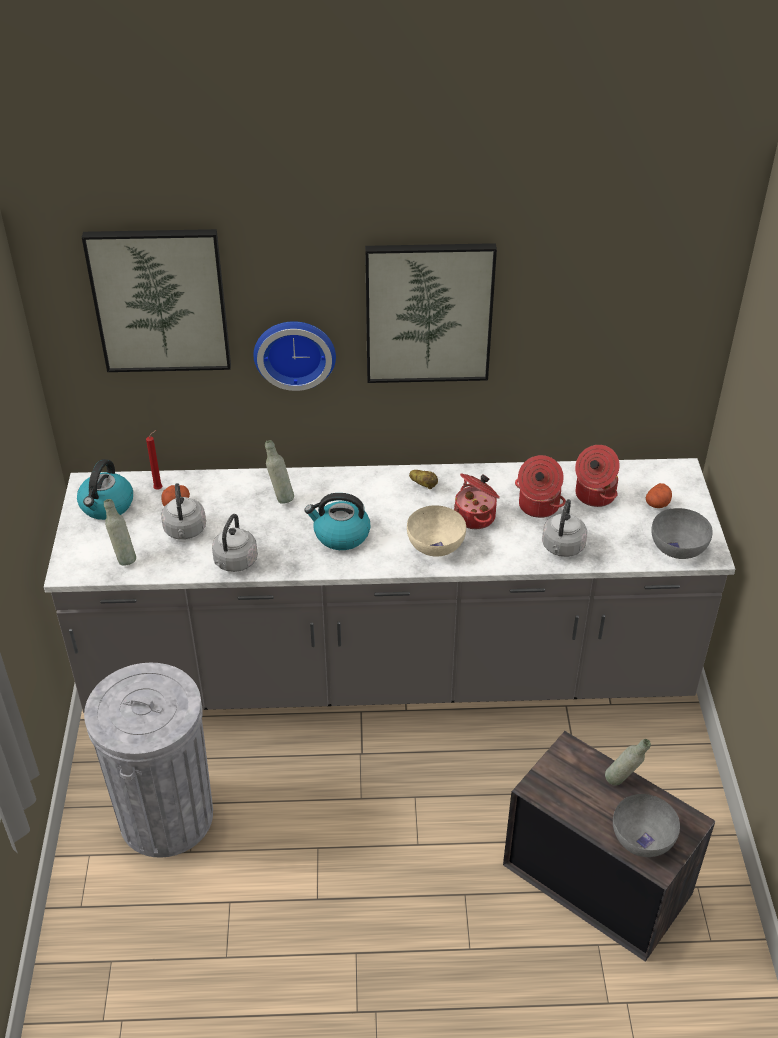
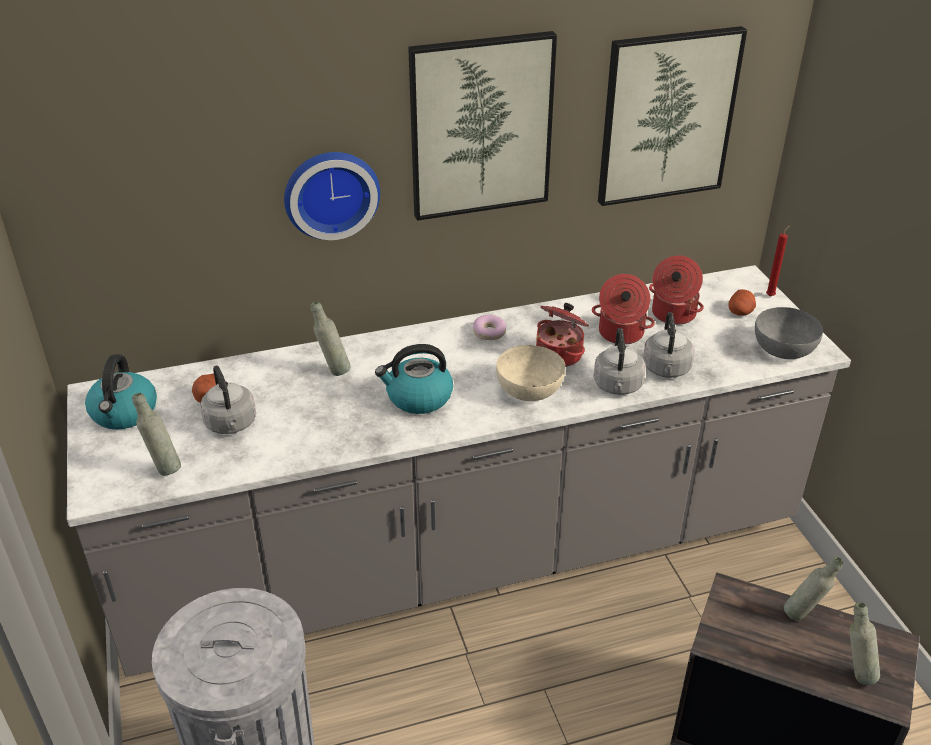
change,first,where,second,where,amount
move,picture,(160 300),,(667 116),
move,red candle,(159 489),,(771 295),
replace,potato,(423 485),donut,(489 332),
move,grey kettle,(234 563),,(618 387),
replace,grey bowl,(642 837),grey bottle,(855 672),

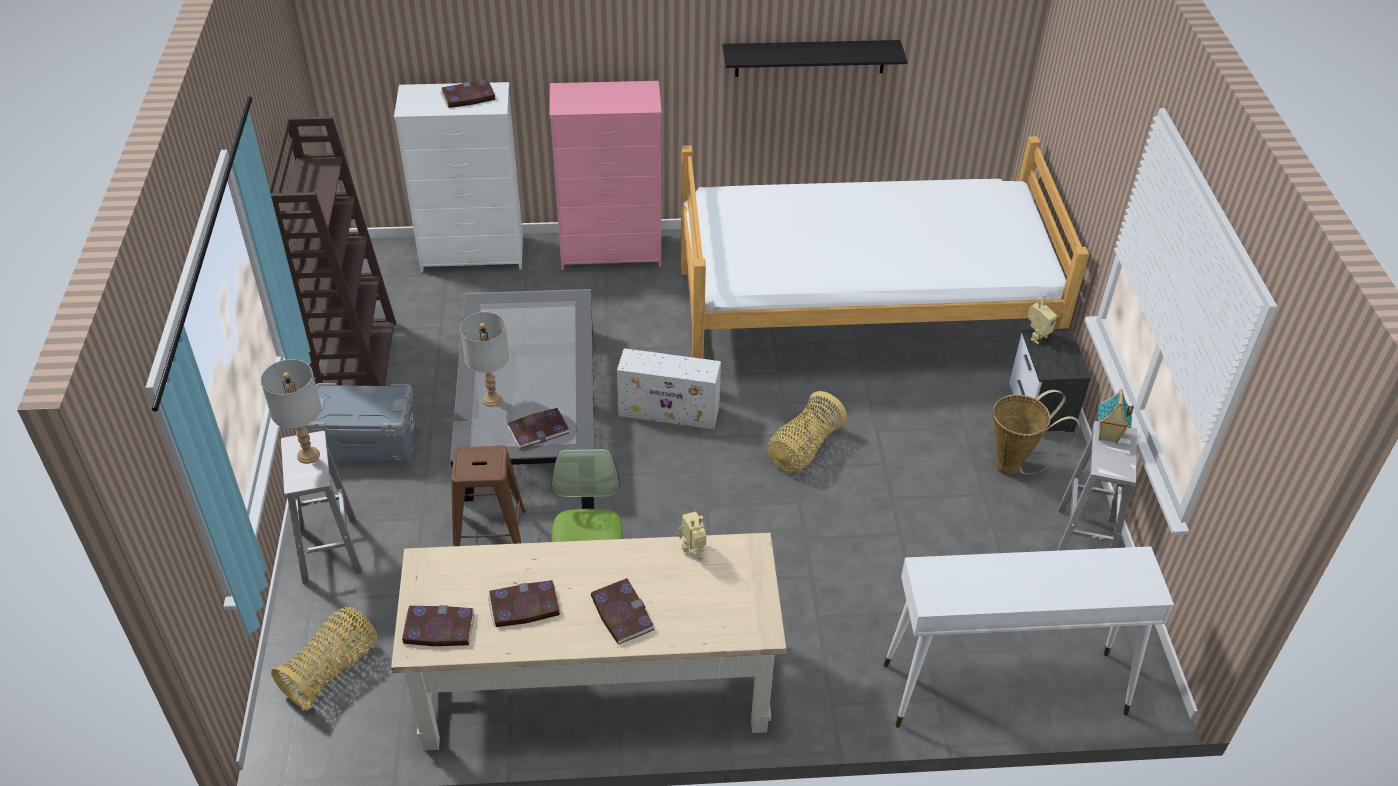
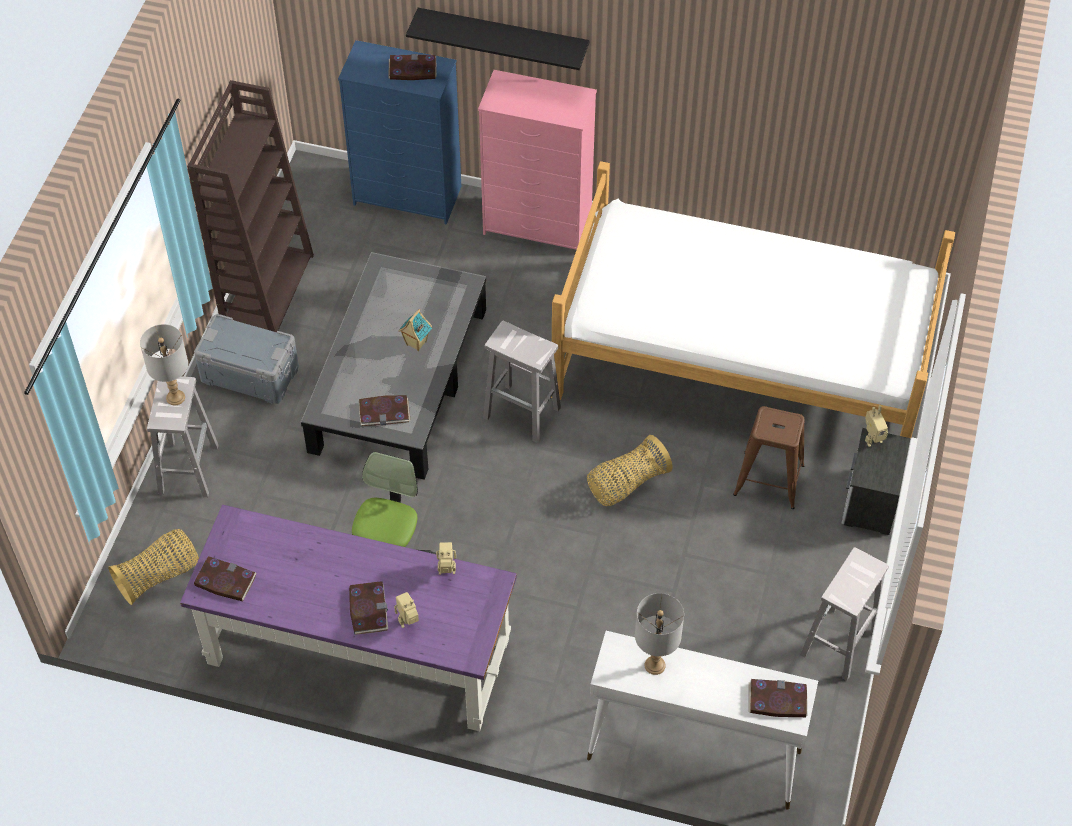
change,first,where,second,where,amount
move,black shelf,(810 58),,(503 37),
recolor,white dresser,(473 254),blue dresser,(408 196),
move,grey table lamp,(492 399),,(654 665),
replace,white storage box,(670 411),white stool,(523 413),
move,toy house,(1108 436),,(415 343),
delete,basket,(1014 466),,,
move,brown stool,(490 535),,(769 480),
recolor,beige desk,(594 687),purple desk,(357 652),
move,book,(524 606),,(777 700),
insert,,,toy robot,(409 623),

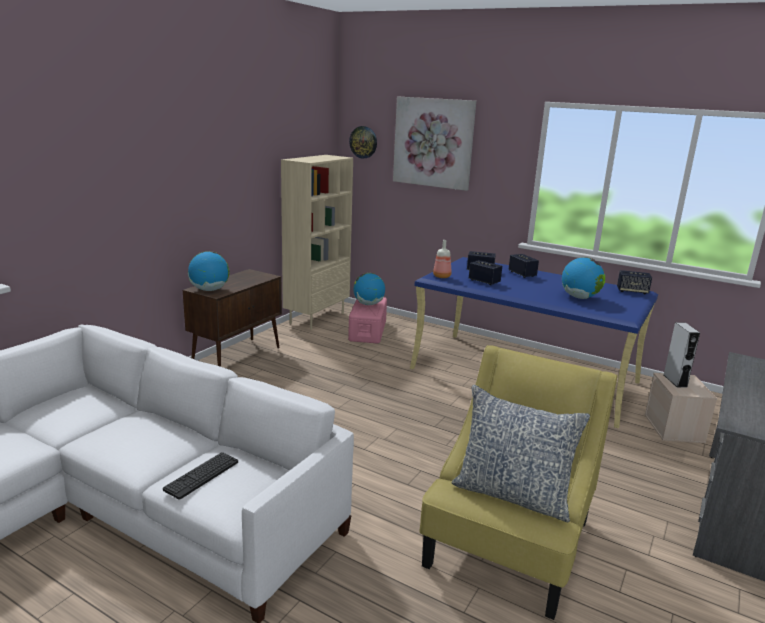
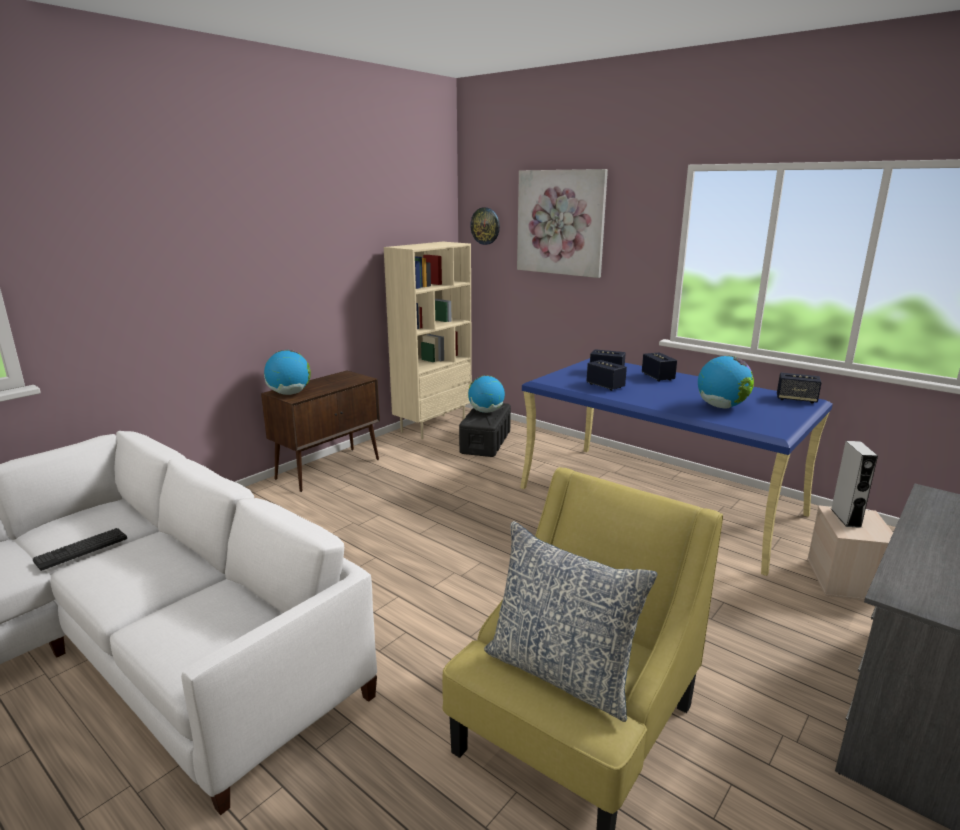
change,first,where,second,where,amount
delete,bottle,(442 276),,,
recolor,pink storage box,(367 331),black storage box,(485 442),
move,keyboard,(202 475),,(81 549),

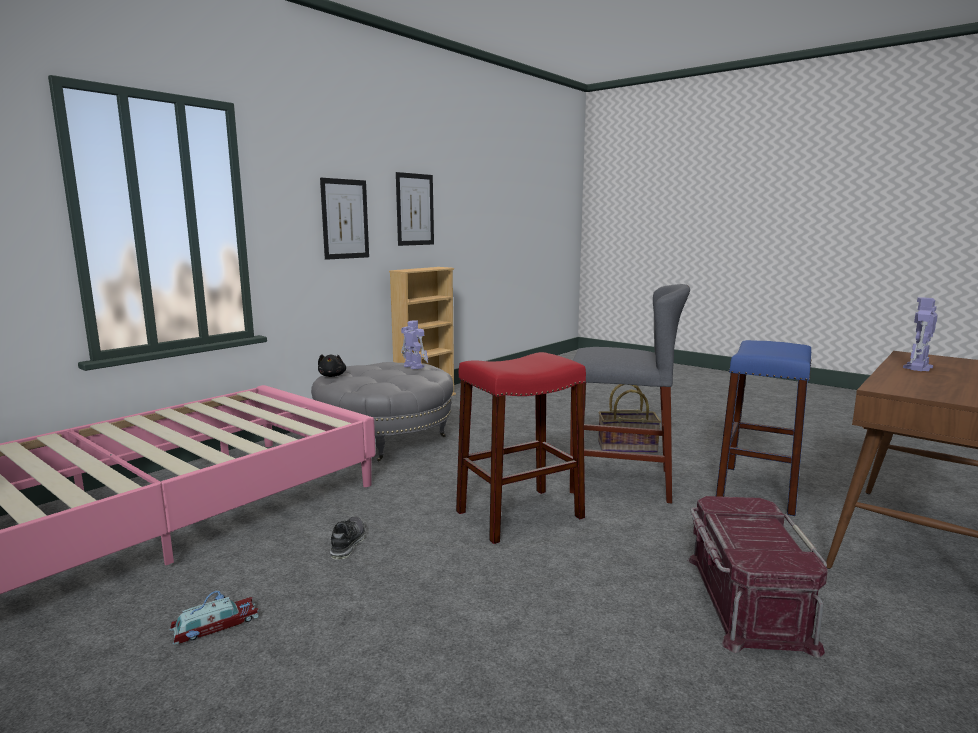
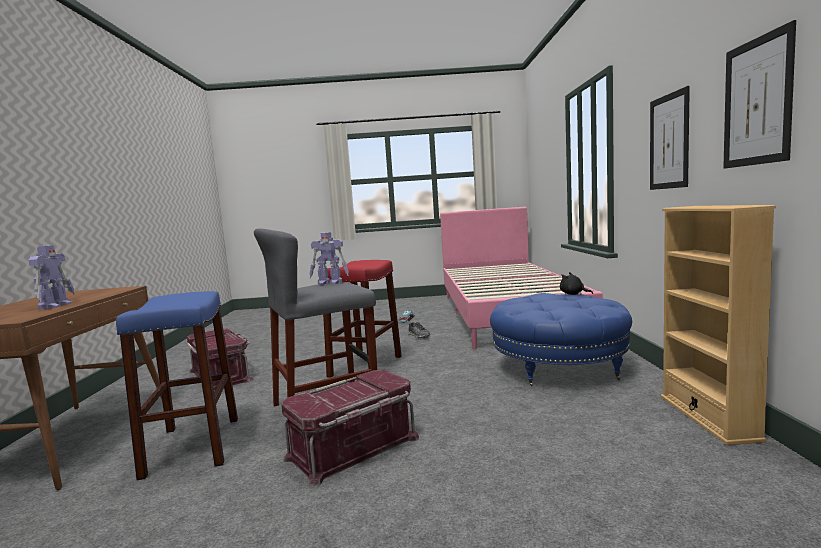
change,first,where,second,where,amount
move,toy robot,(413 366),,(330 283),
recolor,grey ottoman,(385 439),blue ottoman,(559 367),
replace,basket,(627 447),red storage box,(354 448),

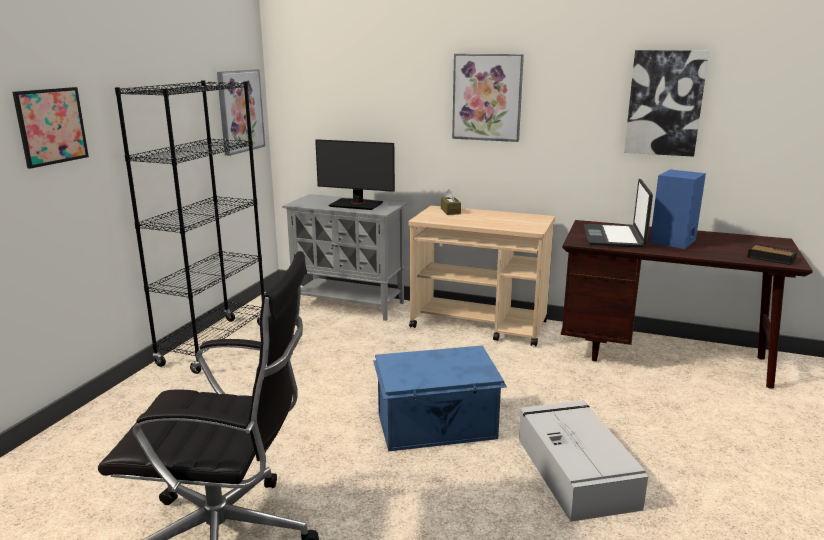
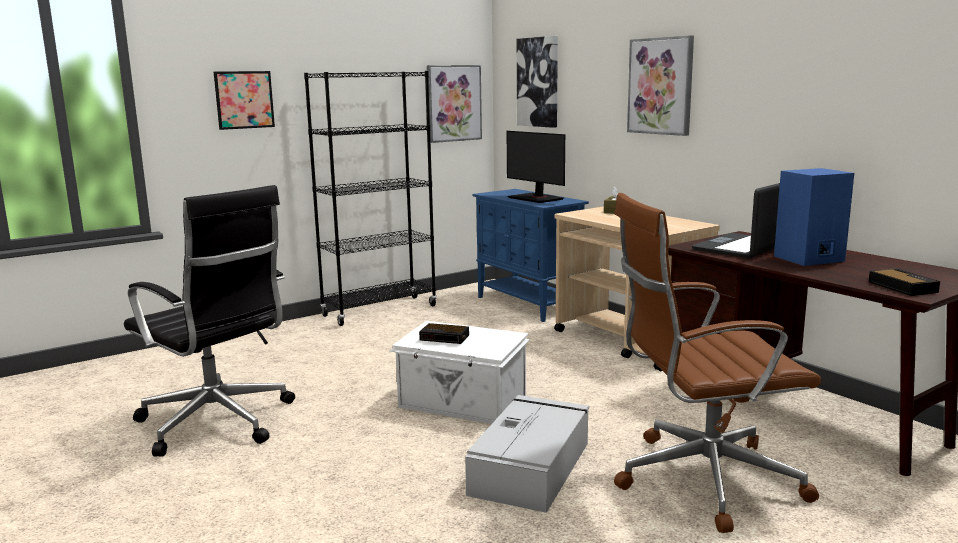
change,first,where,second,where,amount
move,picture,(664 103),,(538 82),
recolor,grey cabinet,(350 305),blue cabinet,(529 304),
recolor,blue storage box,(437 427),white storage box,(462 403),
insert,,,brown office chair,(702 479),
insert,,,alarm clock,(445 337),

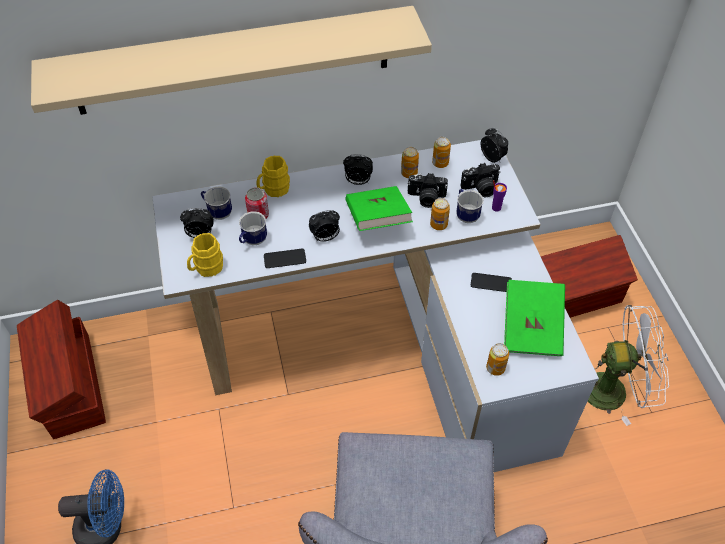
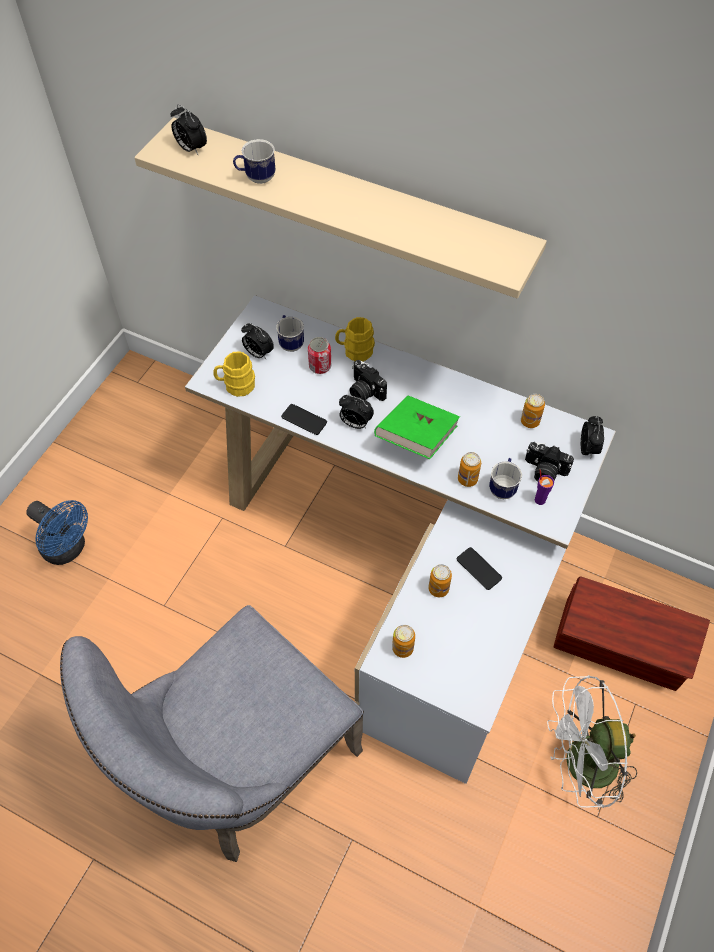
change,first,where,second,where,amount
move,can,(409 173),,(438 589),
move,alarm clock,(358 182),,(191 149),
move,photo camera,(426 198),,(364 391),
move,mug,(252 241),,(256 178),
delete,green book,(531 328),,,
delete,brown storage box,(70 386),,,
rotate,white fan,(614 389),,(580 766),135 degrees clockwise

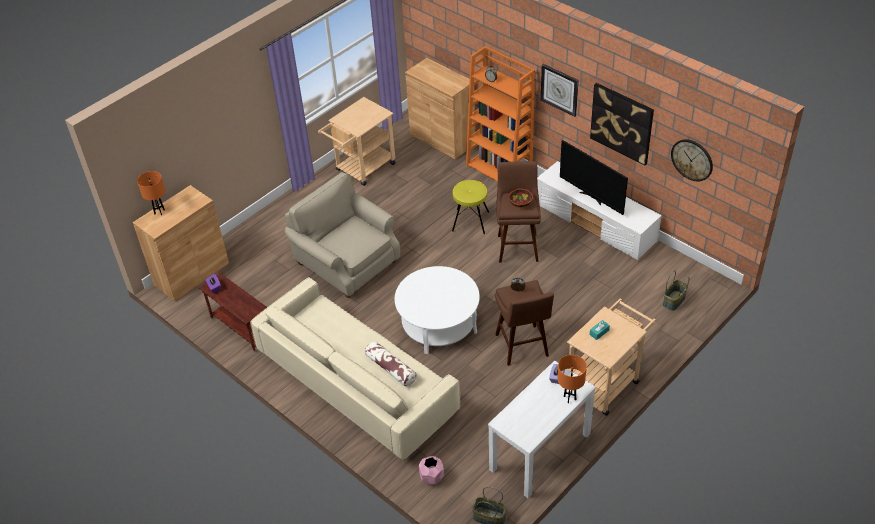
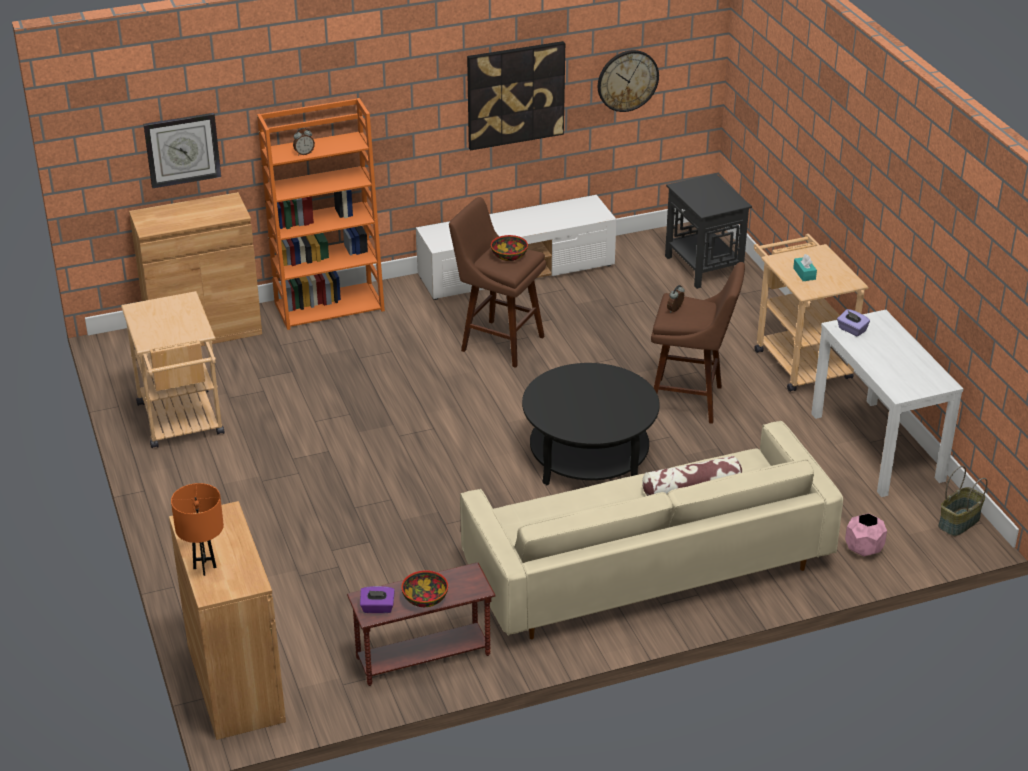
change,first,where,second,where,amount
move,wall clock,(559 89),,(182 149),
delete,television,(592 197),,,
delete,beige armchair,(346 263),,,
delete,yellow stool,(470 221),,,
recolor,white coffee table,(438 324),black coffee table,(589 456),
replace,basket,(674 301),black side table,(703 267),
delete,orange table lamp,(570 398),,,
insert,,,bowl,(425 599),

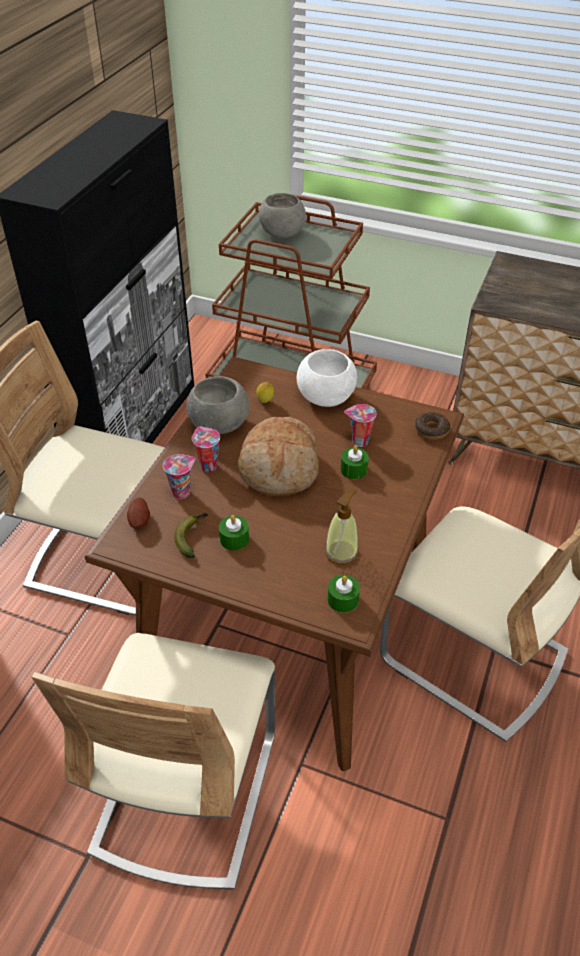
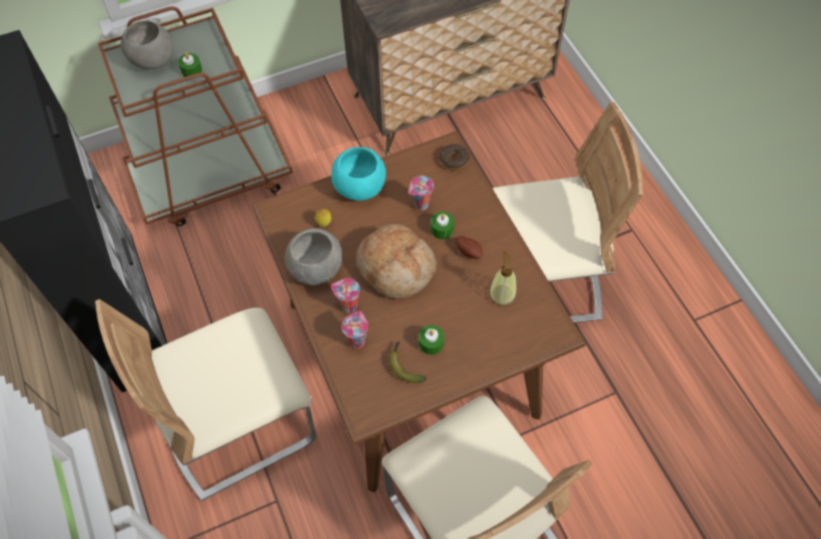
change,first,where,second,where,amount
recolor,white bowl,(326 397),turquoise bowl,(359 186),
move,potato,(140 520),,(469 251),
move,green candle,(343 599),,(191 70),

